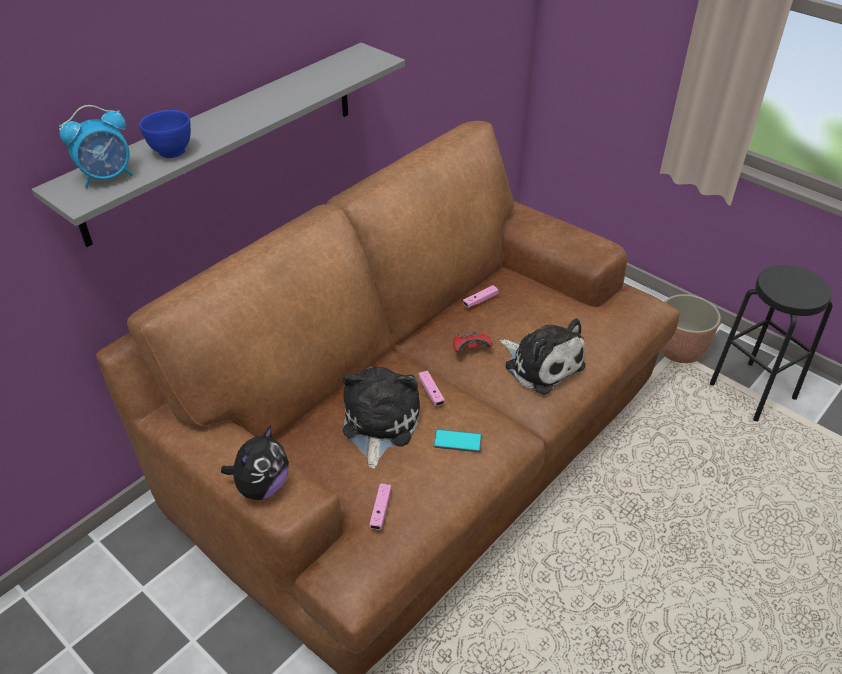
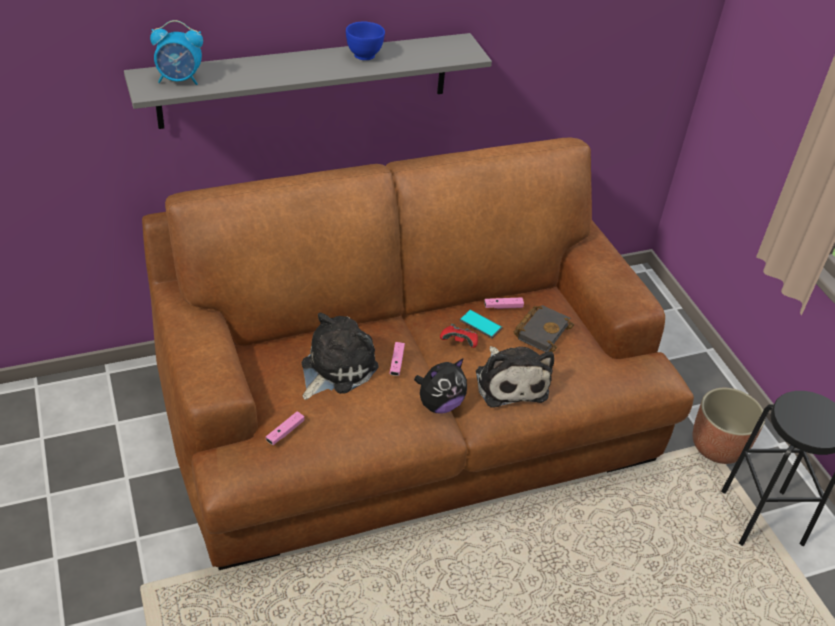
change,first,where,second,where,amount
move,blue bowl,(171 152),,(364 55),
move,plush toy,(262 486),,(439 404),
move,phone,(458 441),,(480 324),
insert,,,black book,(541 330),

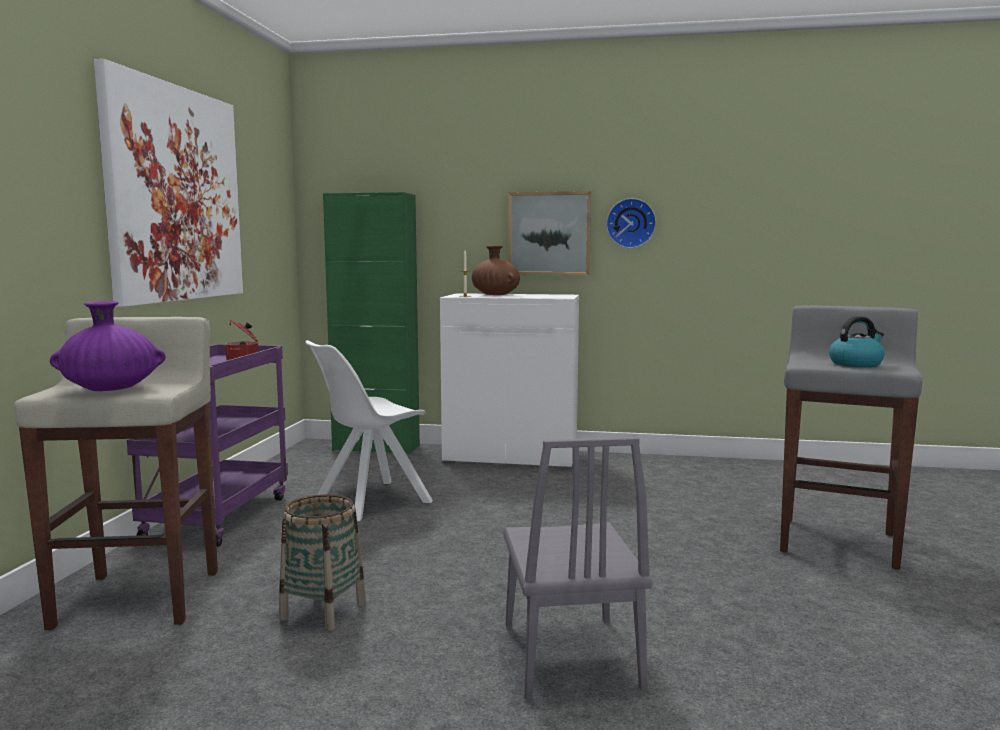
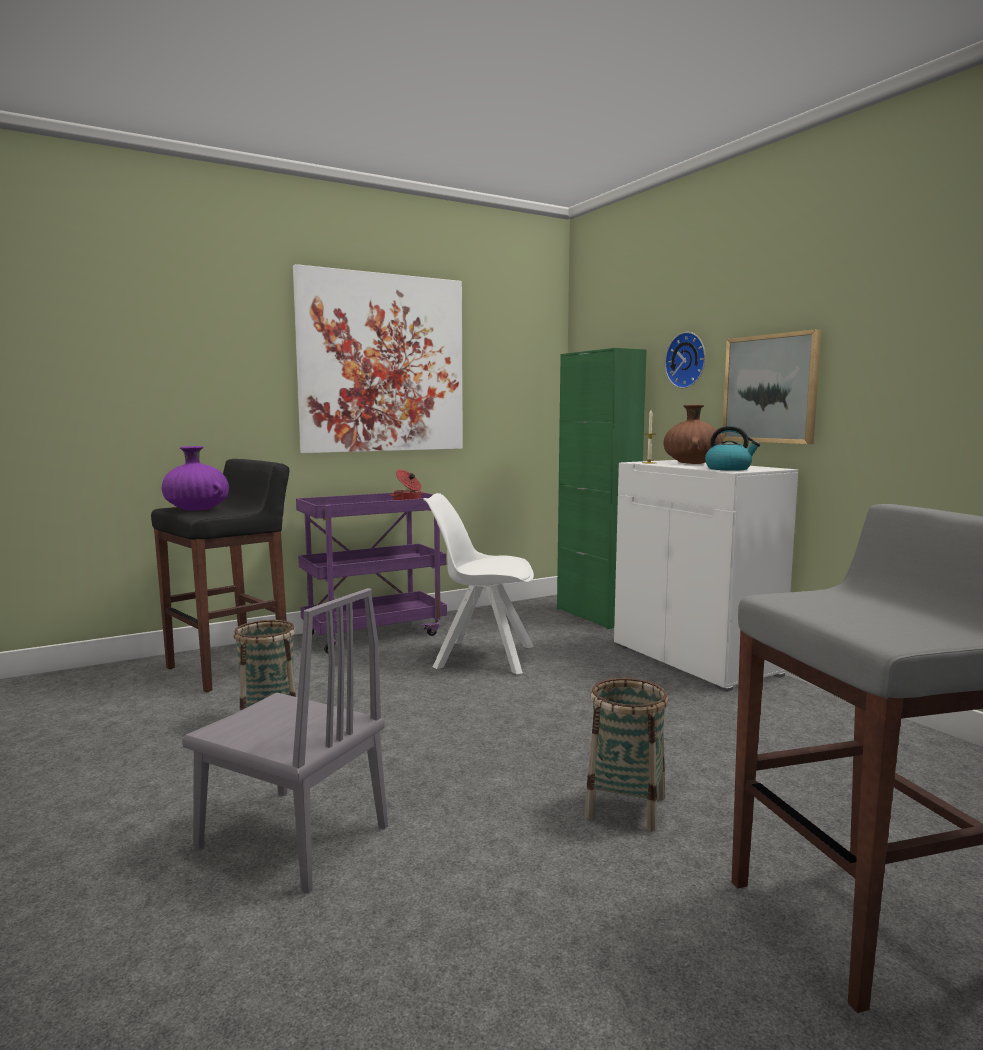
change,first,where,second,where,amount
move,wall clock,(631 223),,(688 360),
move,kettle,(856 364),,(729 469),
recolor,beige stool,(140 598),black stool,(230 669),
rotate,grey chair,(570 655),,(292 836),105 degrees counterclockwise
insert,,,basket,(625 807),

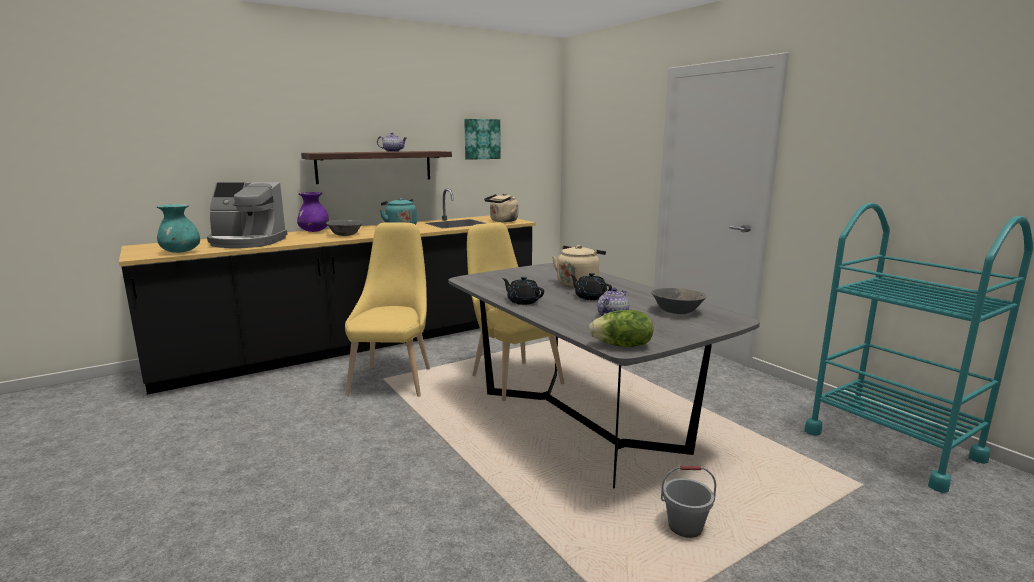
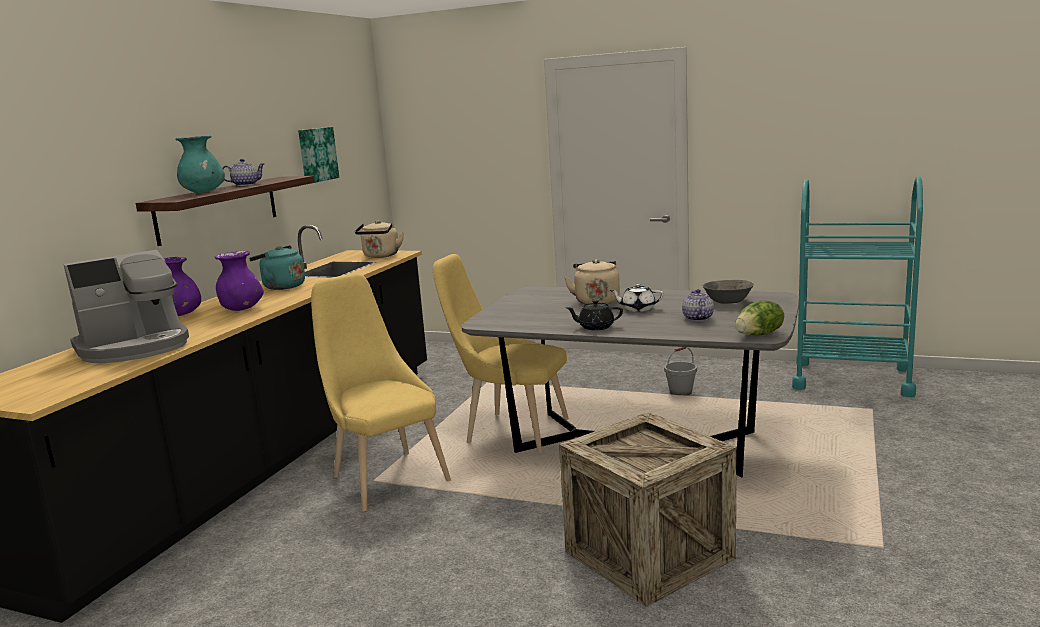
change,first,where,second,where,amount
move,turquoise vase,(181 252),,(204 192),
replace,grey bowl,(345 234),purple vase,(241 309),
recolor,black teapot,(590 297),white teapot,(637 309),
move,grey bucket,(685 527),,(680 392),
insert,,,crate,(648 555),

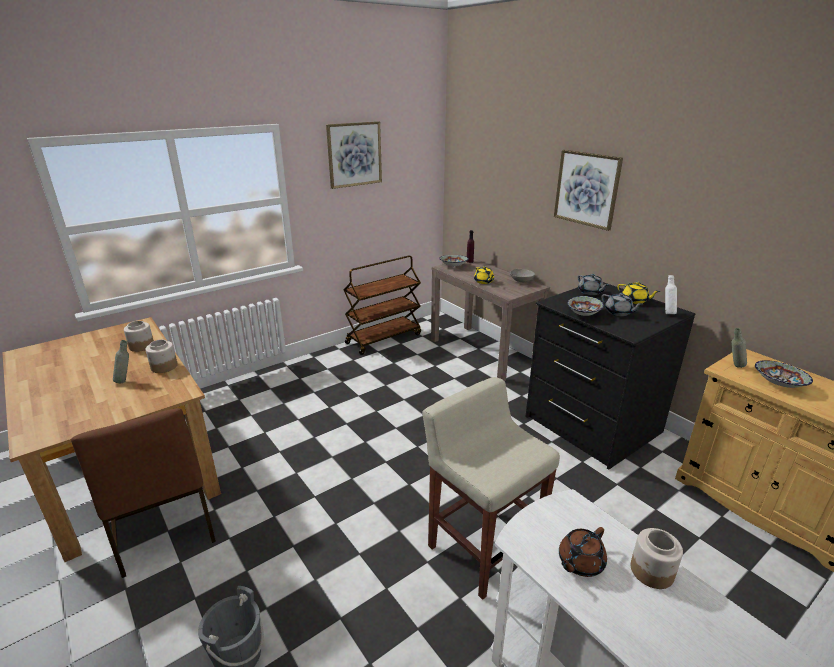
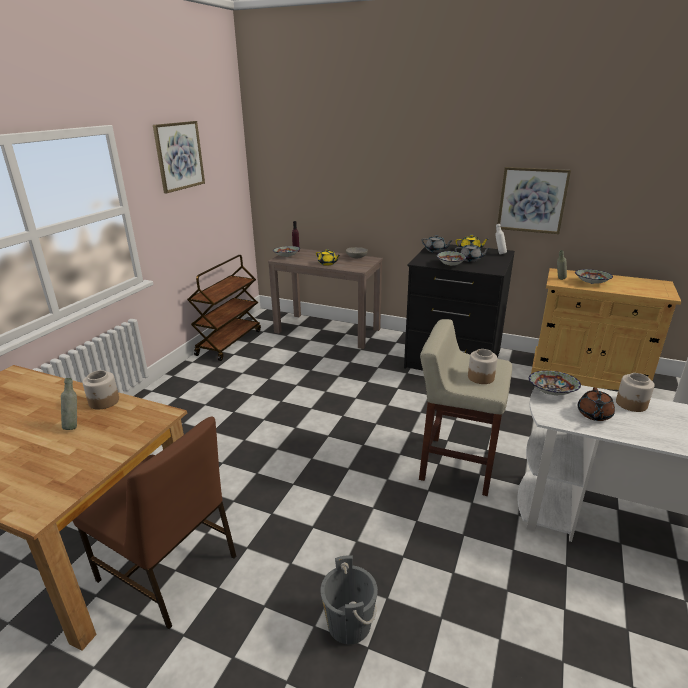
change,first,where,second,where,amount
move,picture,(587 189),,(532 200),
move,jar,(141 346),,(480 377),
insert,,,bowl,(551 392),

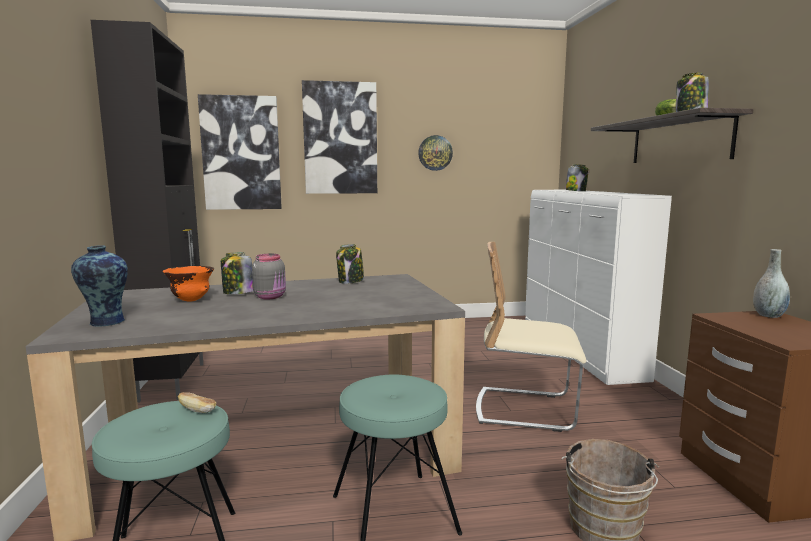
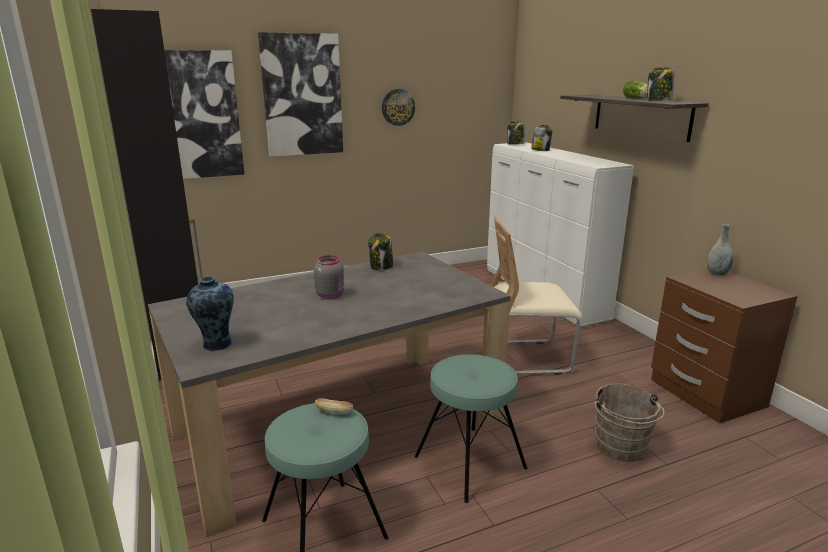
change,first,where,second,where,amount
move,jar,(238 293),,(515 144),
delete,orange bowl,(191 300),,,

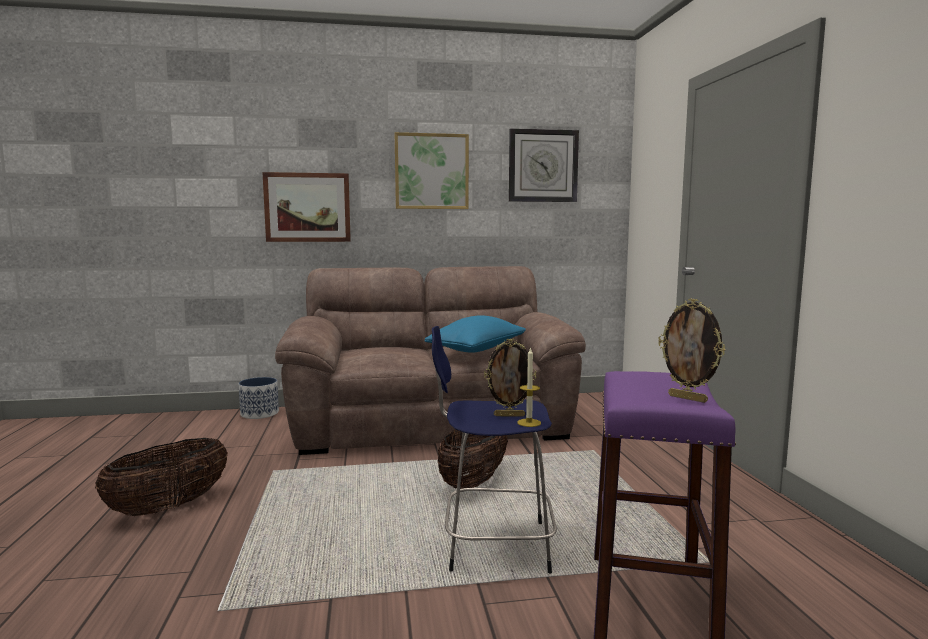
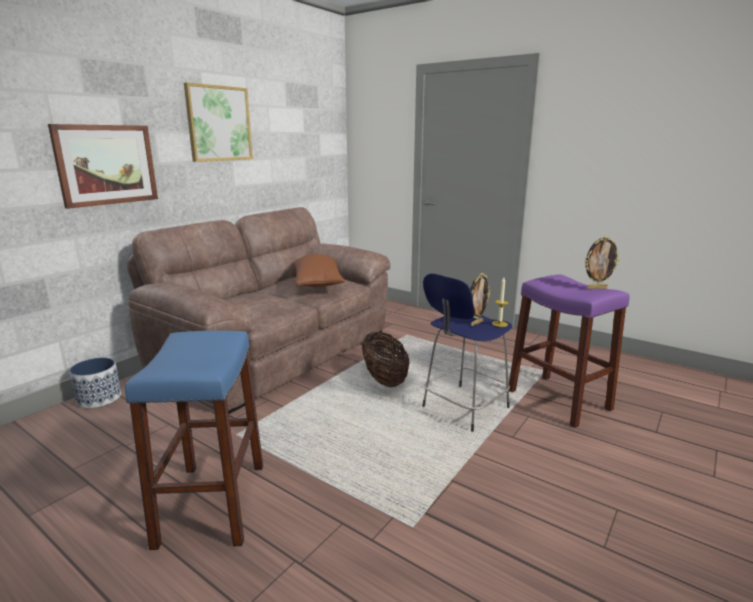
change,first,where,second,where,amount
delete,wall clock,(543 166),,,
recolor,blue pillow,(478 350),brown pillow,(318 283),
replace,basket,(169 507),blue stool,(212 503),

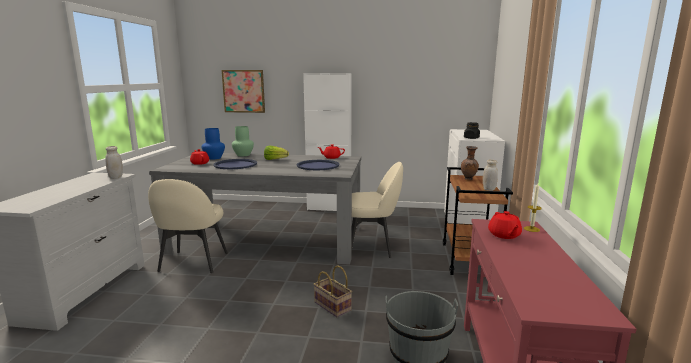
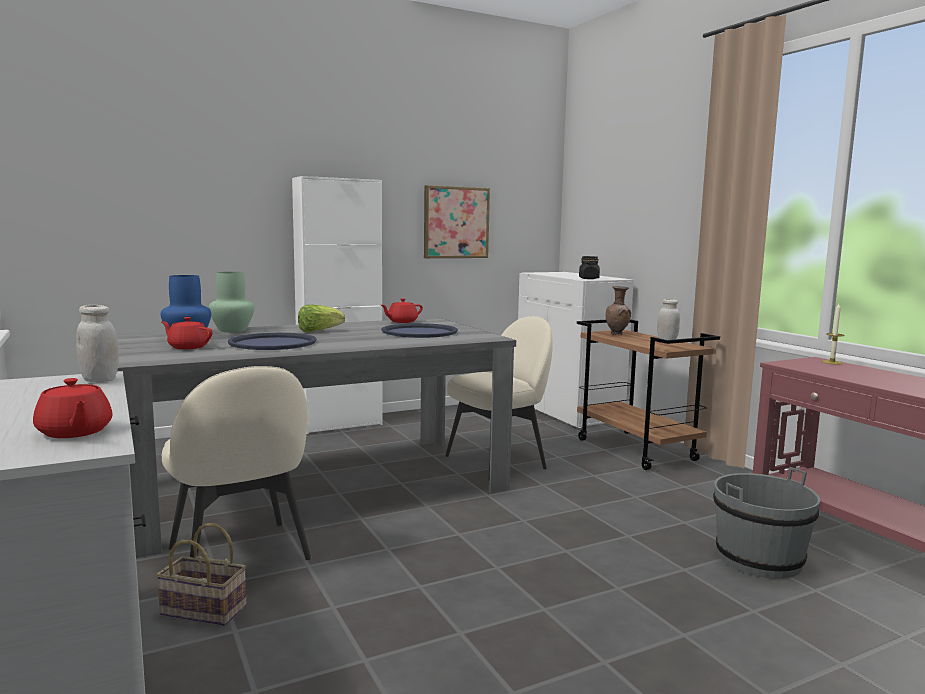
change,first,where,second,where,amount
move,picture,(244 91),,(456 222),
move,red teapot,(504 235),,(74 432),
move,basket,(331 306),,(201 611),

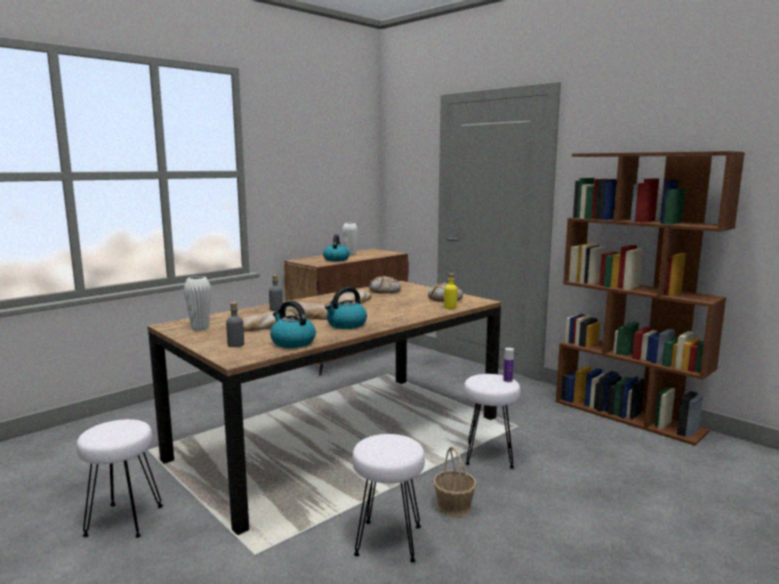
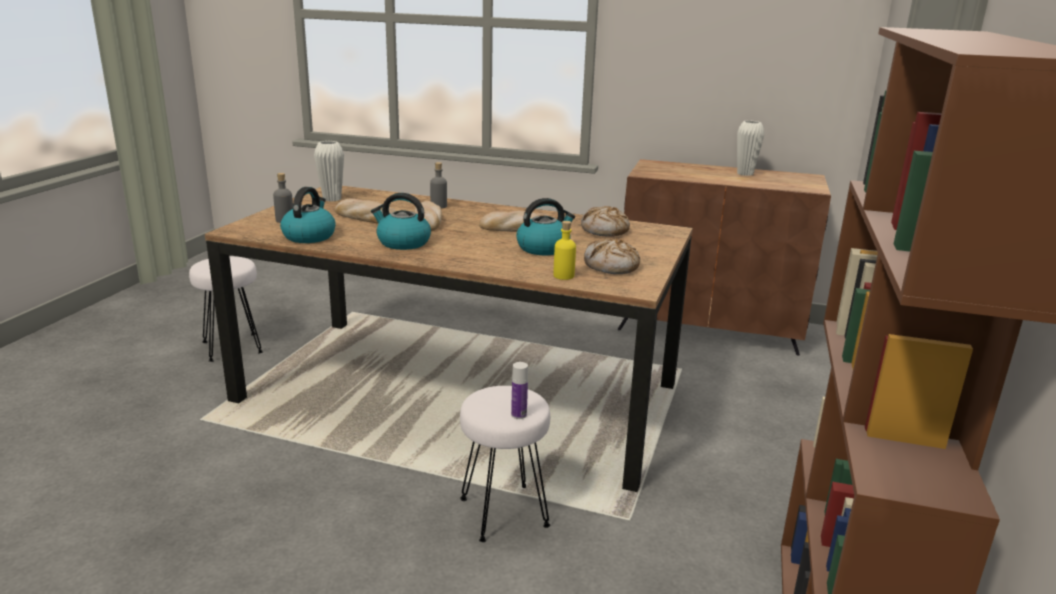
change,first,where,second,where,amount
move,kettle,(336 259),,(544 248),
delete,white stool,(388 541),,,
delete,basket,(454 507),,,

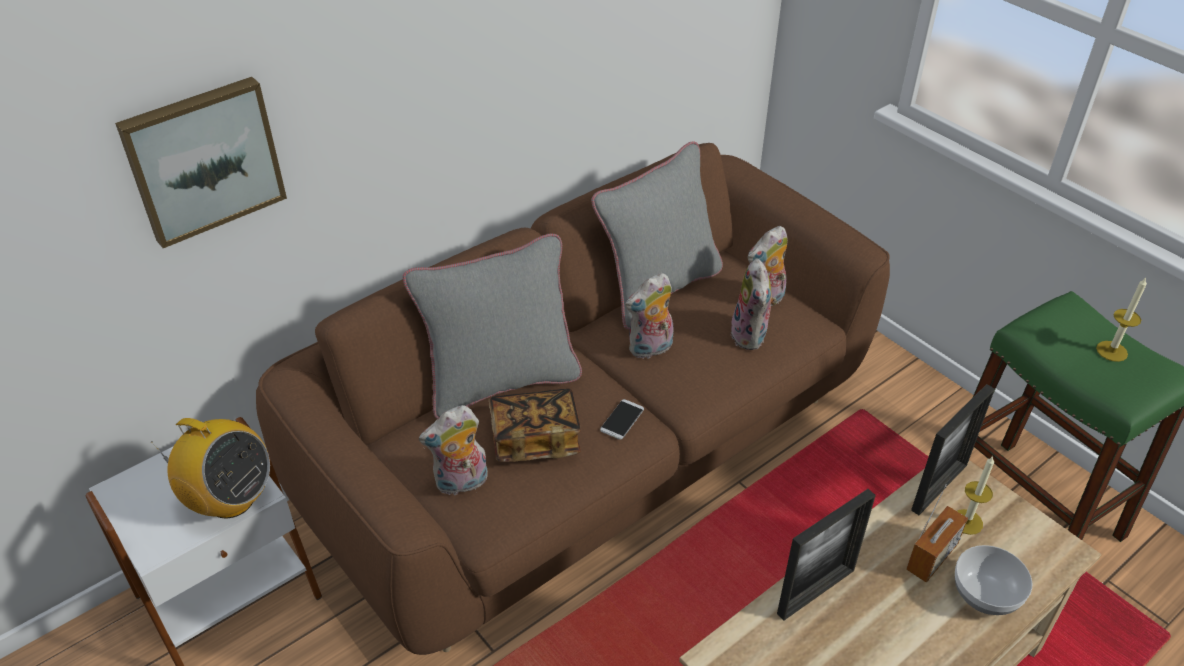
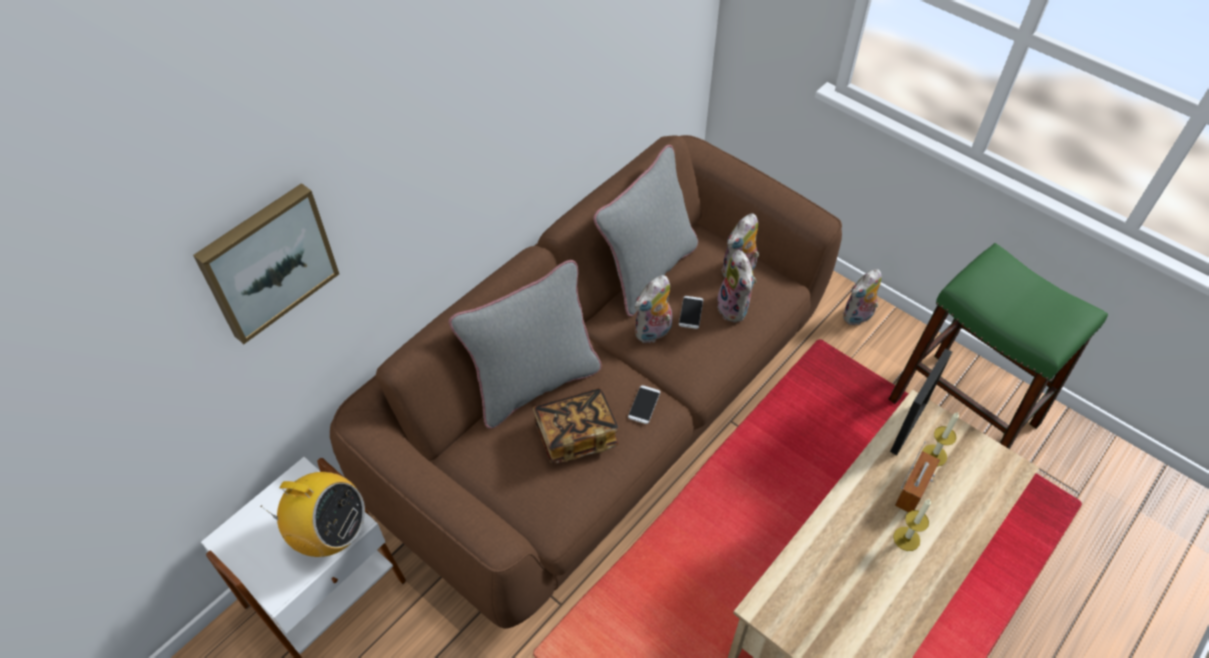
change,first,where,second,where,amount
move,candle,(1111 351),,(906 538),
move,plush toy,(461 483),,(858 317),
delete,picture frame,(816 592),,,
delete,bowl,(984 594),,,
insert,,,phone,(691 312),

